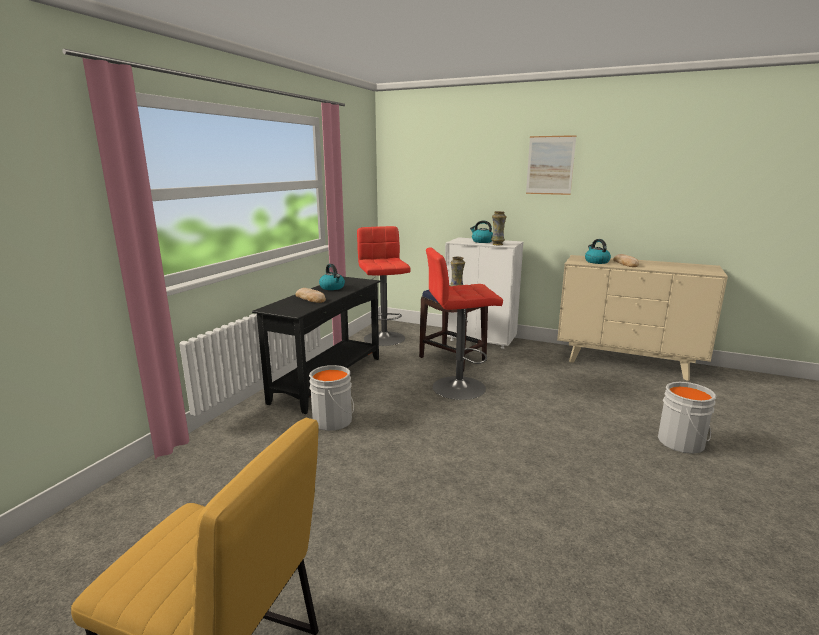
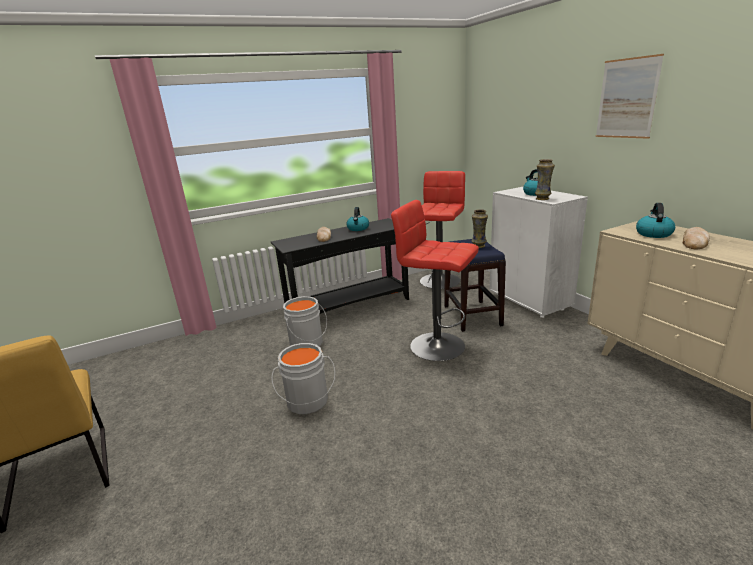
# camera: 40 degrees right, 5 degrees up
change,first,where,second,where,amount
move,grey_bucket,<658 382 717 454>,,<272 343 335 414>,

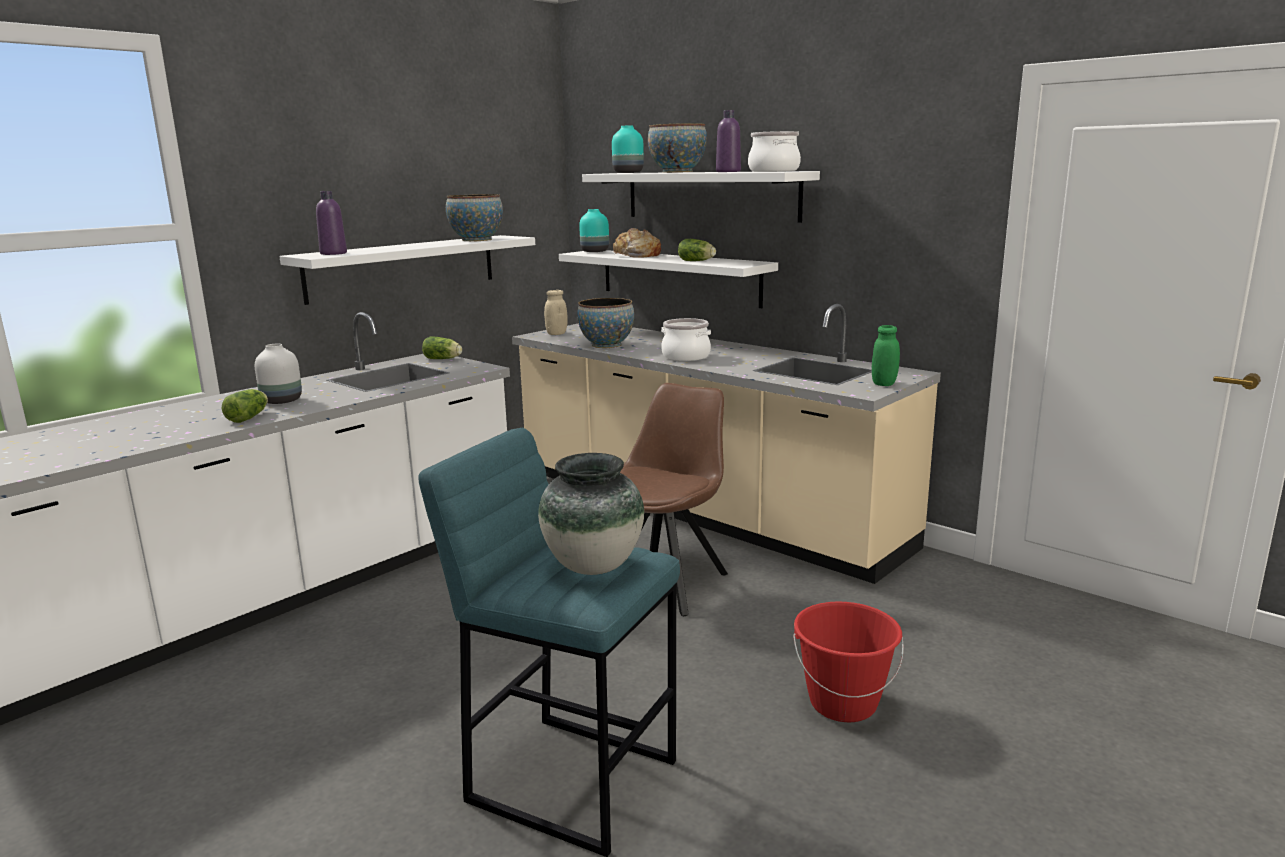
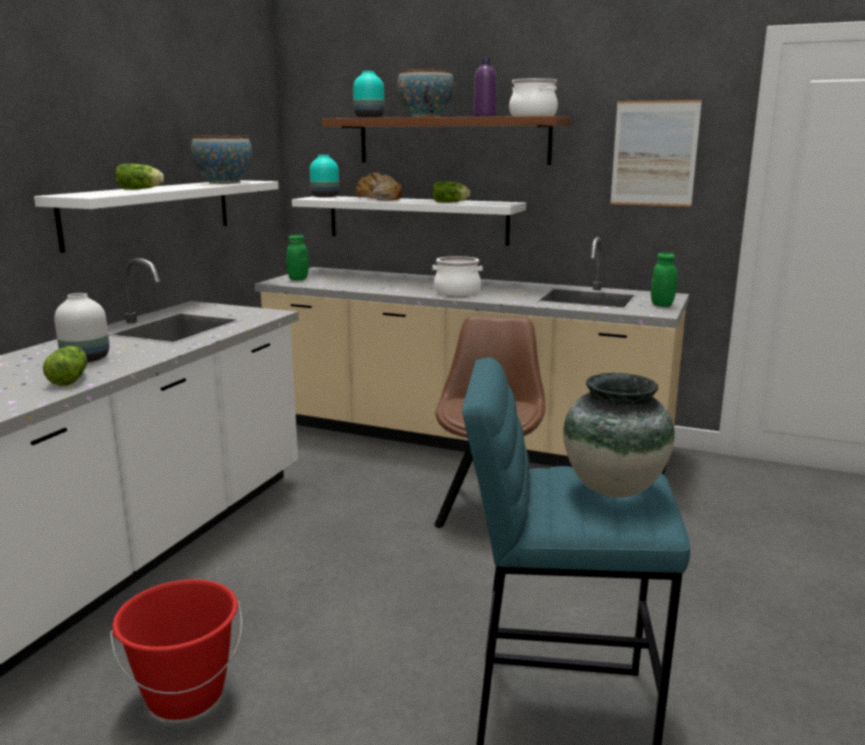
# camera: 20 degrees left, 0 degrees up
change,first,where,second,where,amount
delete,purple_beverage_bottle,<316 191 347 255>,,,
move,lettuce,<422 336 462 359>,,<116 164 164 190>,
recolor,beige-coloured_storage_jar,<544 290 568 335>,green-coloured_storage_jar,<286 235 309 280>,
delete,serving_bowl,<577 298 634 348>,,,
recolor,whitish_shelf,<582 171 820 223>,brown_shelf,<322 116 570 165>,
move,reddish_bucket,<793 602 904 722>,,<110 579 242 720>,
insert,,,wall_art,<610 100 702 207>,

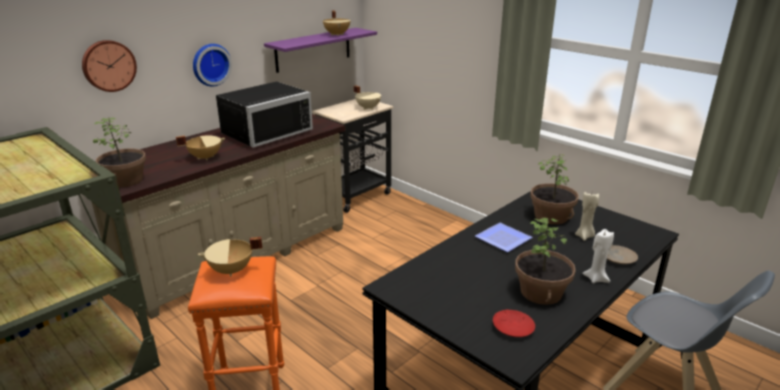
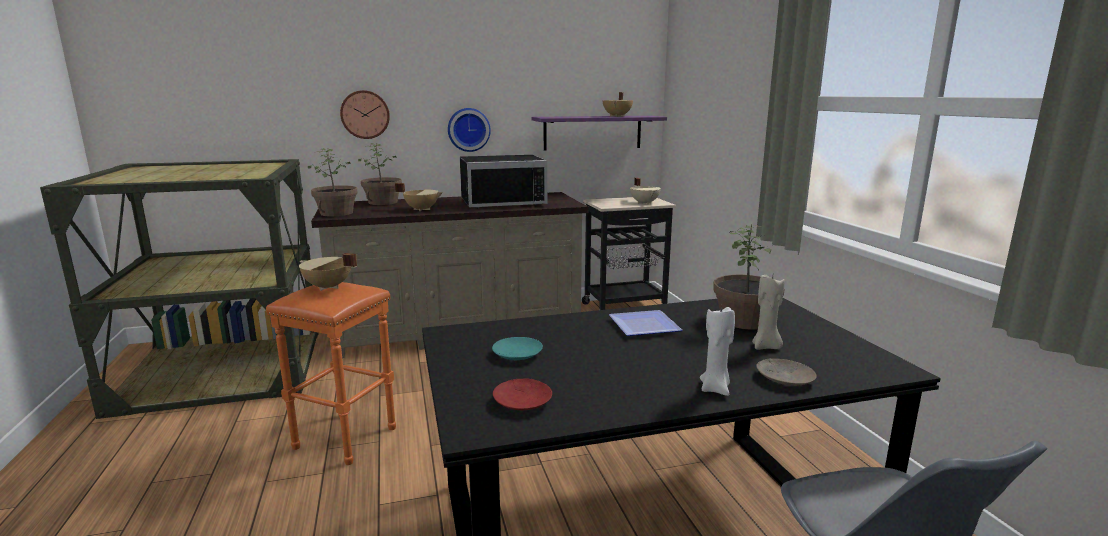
# camera: 30 degrees right, 10 degrees down
change,first,where,second,where,amount
move,houseplant,<515 218 576 305>,,<358 143 402 205>,
insert,,,blue-green_dinner_plate,<492 337 543 361>,

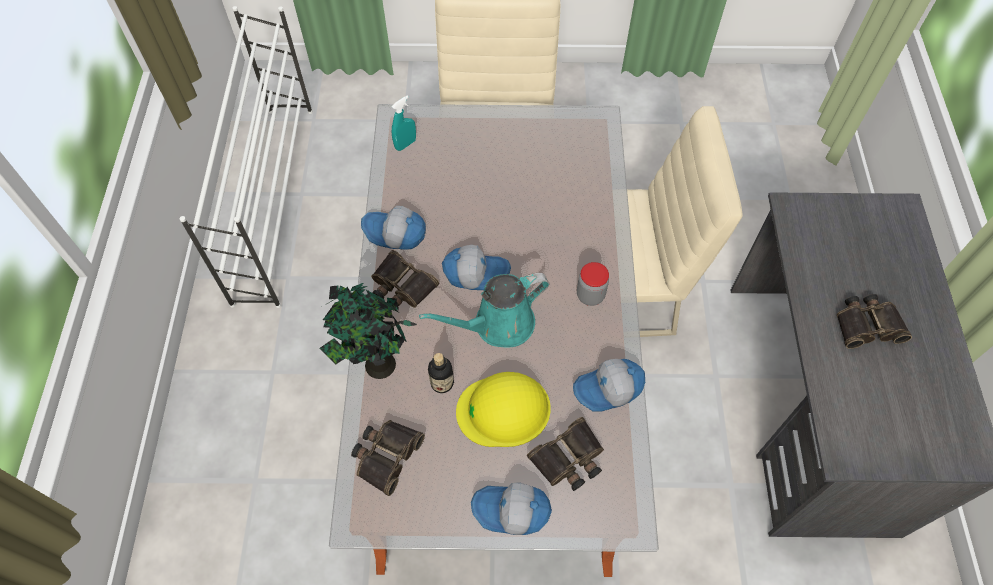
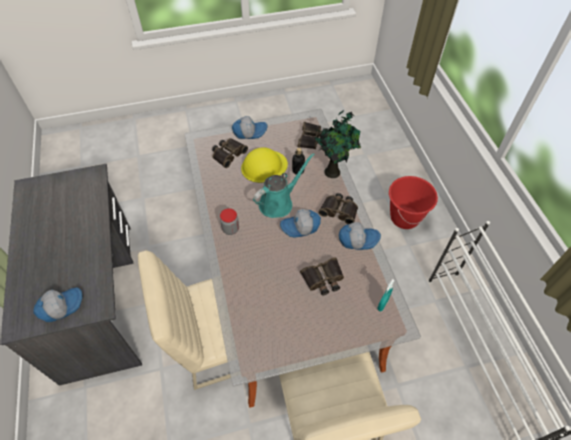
# camera: 165 degrees right, 5 degrees down
change,first,where,second,where,amount
move,baseball_cap,<573 359 645 412>,,<33 287 82 322>,
move,binoculars,<837 294 912 349>,,<300 257 344 296>,
insert,,,reddish_bucket,<389 176 438 229>,

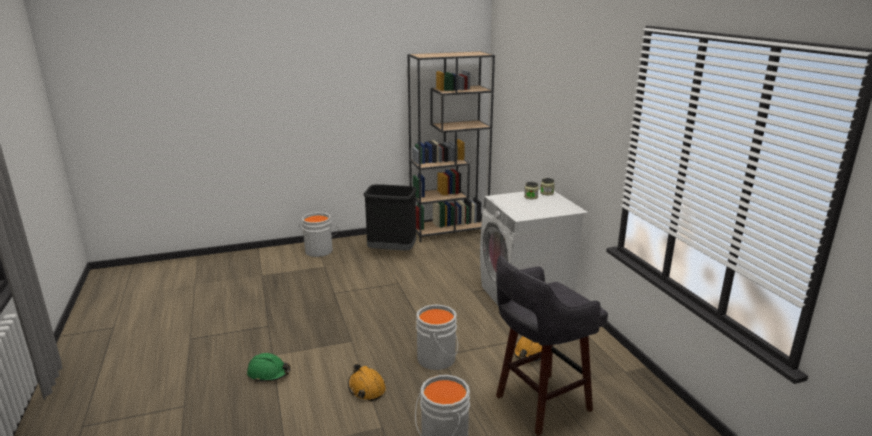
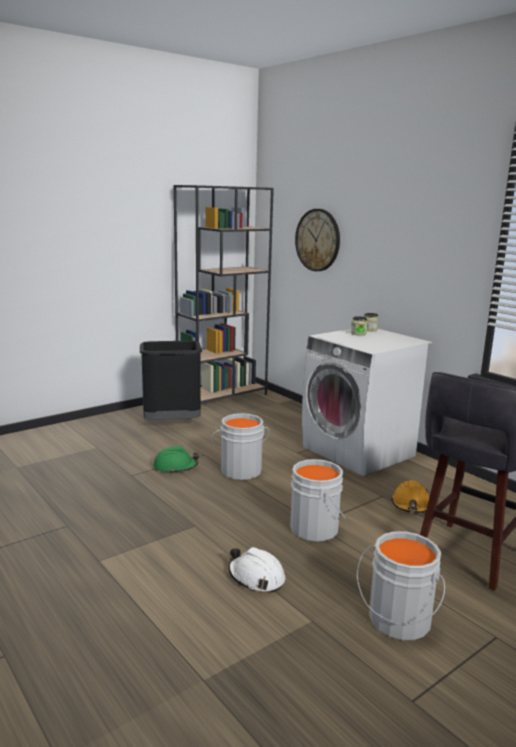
# camera: 20 degrees left, 5 degrees down
change,first,where,second,where,amount
move,green-coloured_hard_hat,<247 353 291 382>,,<153 446 199 474>,
move,grey_bucket,<299 212 339 257>,,<211 413 270 480>,
recolor,orange_hard_hat,<348 364 386 401>,whitish_hard_hat,<228 547 285 592>,
insert,,,hanging_clock,<295 209 340 271>,

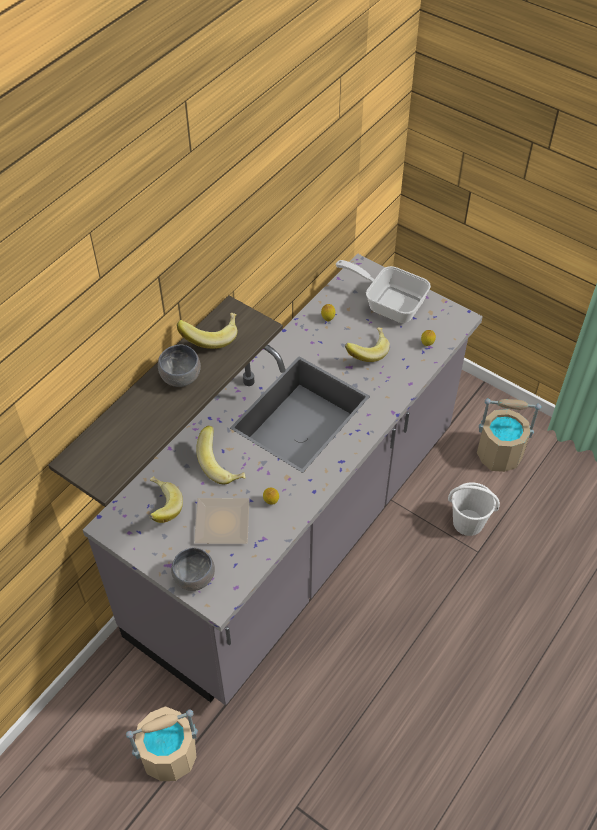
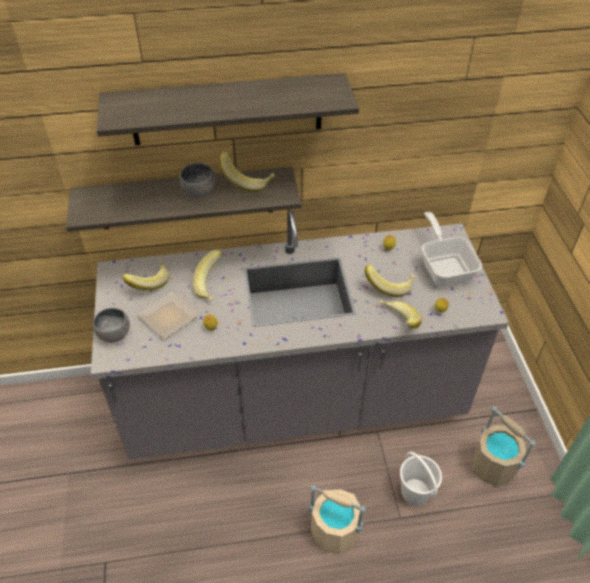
# camera: 45 degrees right, 5 degrees down
change,first,where,second,where,amount
move,beige-coloured_bucket,<126 706 198 781>,,<309 485 366 555>,
insert,,,shelf,<97 73 359 145>,
insert,,,banana,<380 300 422 329>,

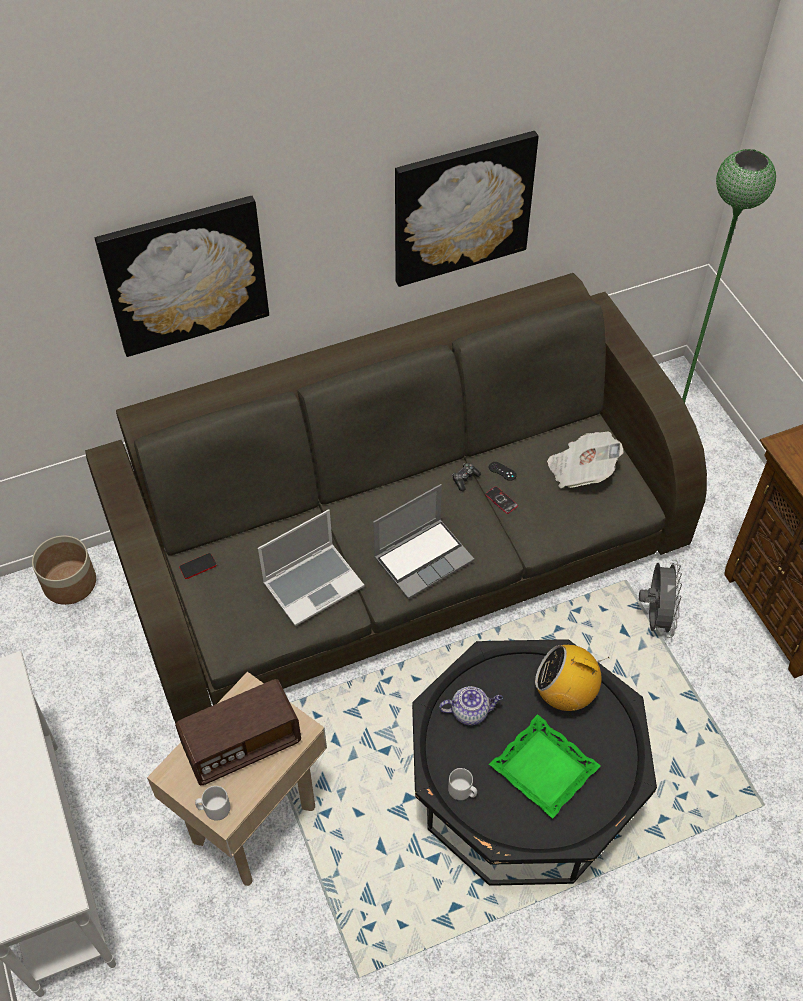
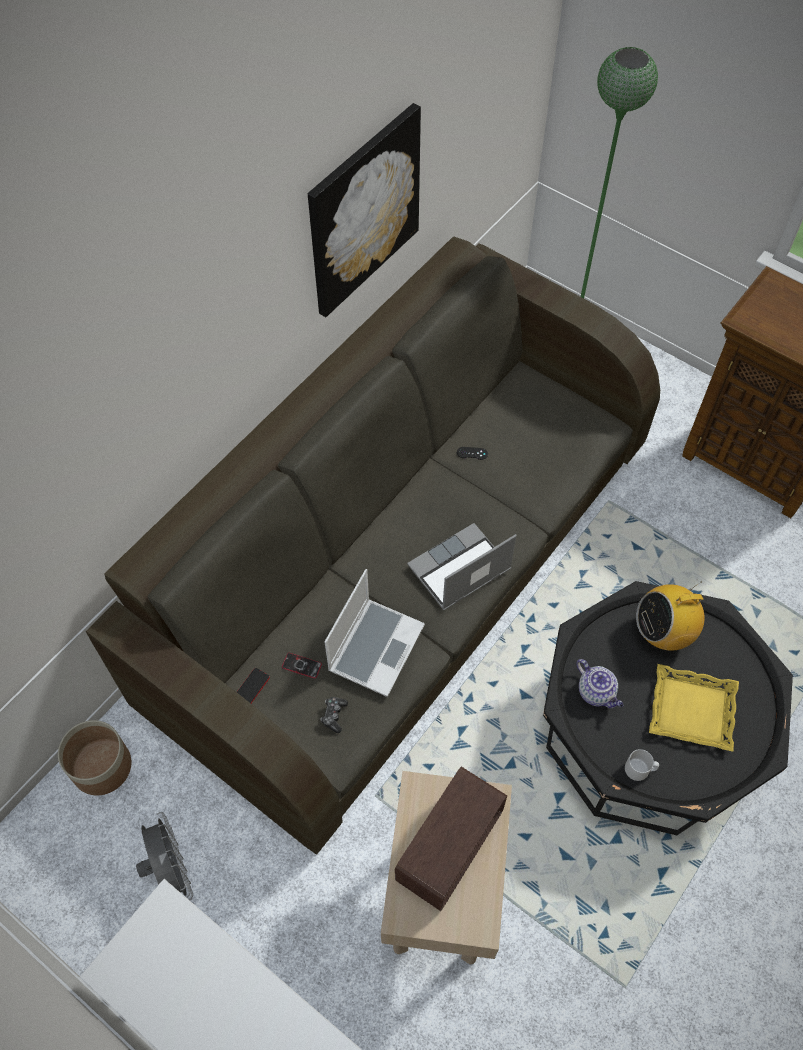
# camera: 30 degrees left, 5 degrees up
change,first,where,second,where,amount
delete,wall_art,<95 196 269 357>,,,
delete,grey_tea_mug,<195 786 230 821>,,,
rotate,portable_computer,<373 484 474 599>,,<407 523 516 610>,150 degrees counterclockwise
rotate,pot_for_tea,<439 686 503 726>,,<576 659 623 708>,90 degrees clockwise
move,game_controller,<452 463 481 491>,,<321 697 348 733>,
move,handset,<485 486 518 514>,,<282 653 322 679>,
recolor,green-coloured_tray,<489 714 601 819>,yellow_tray,<649 664 739 752>,
delete,printed_paper,<547 431 623 488>,,,
move,grey_electric_fan,<639 559 682 638>,,<136 812 193 900>,

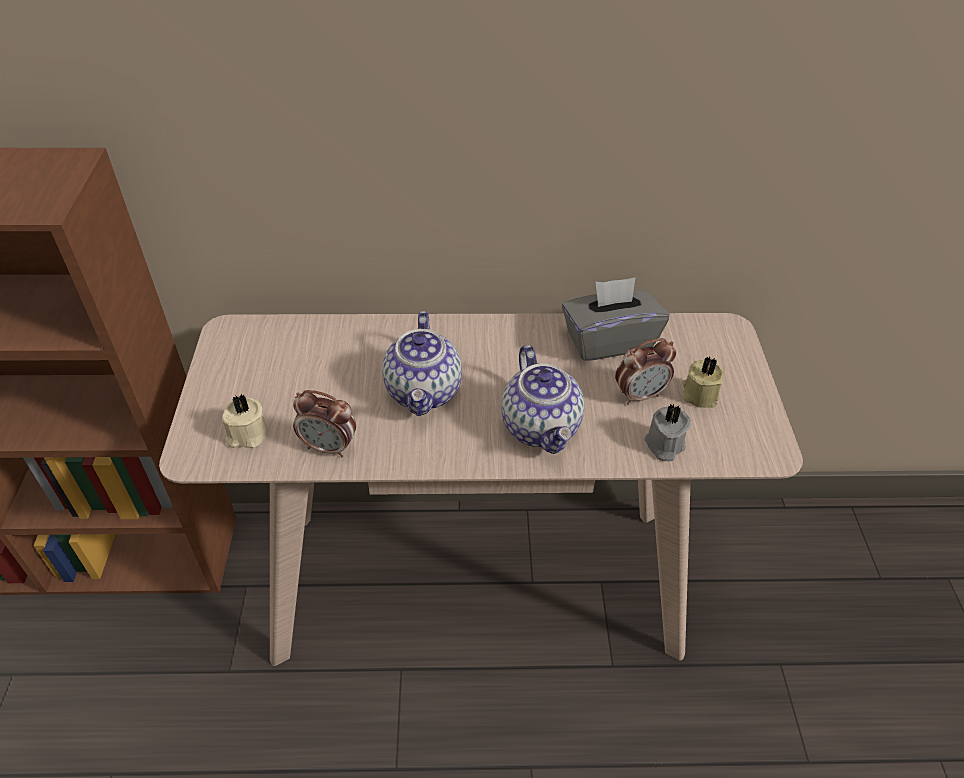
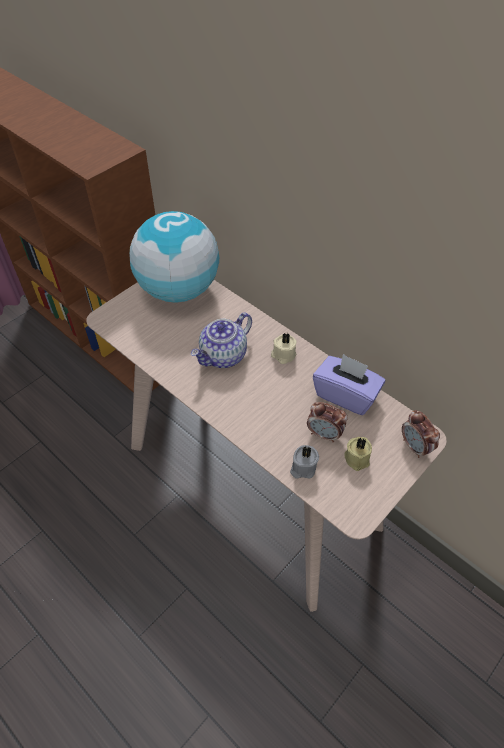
# camera: 45 degrees right, 5 degrees up
change,first,where,second,where,amount
move,beige-coloured_wax_light,<222 394 267 448>,,<271 333 297 364>,
move,table_clock,<293 390 356 457>,,<402 410 440 458>,
delete,pot_for_tea,<501 345 584 454>,,,
recolor,grey_tissue_box,<562 277 669 361>,purple_tissue_box,<313 354 385 415>,
insert,,,globe,<129 211 219 303>,

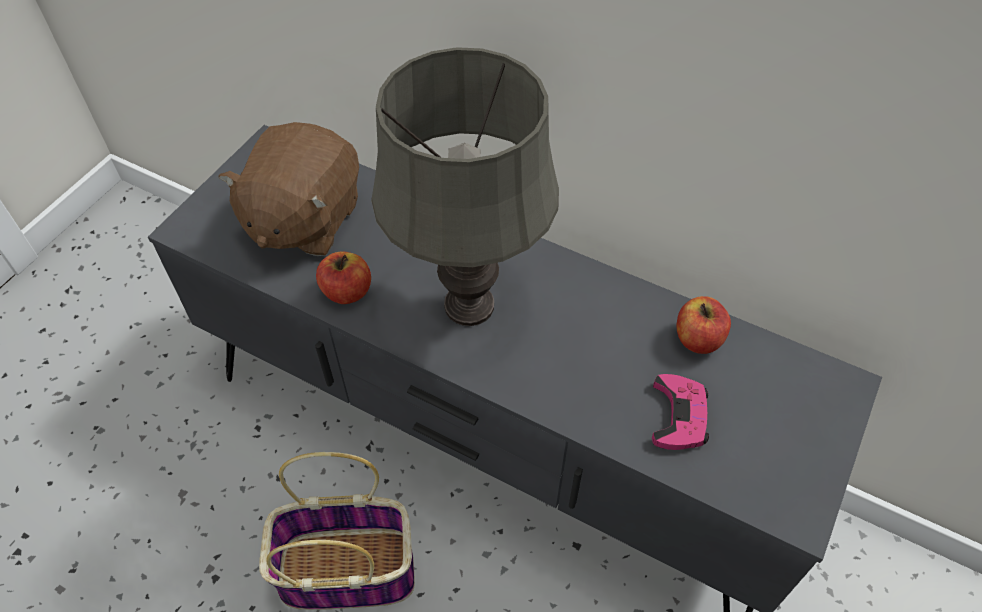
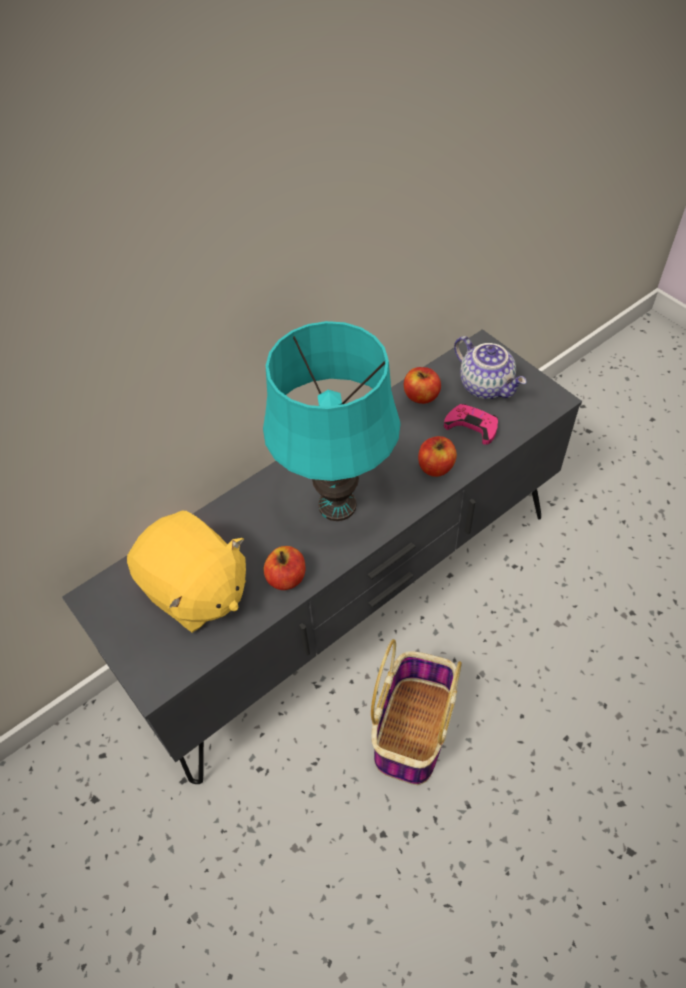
# camera: 65 degrees left, 0 degrees up
change,first,where,second,where,amount
recolor,brown_soft_toy,<218 122 359 256>,yellow_soft_toy,<127 511 246 633>,
recolor,grey_tabletop_lamp,<371 47 559 326>,blue-green_tabletop_lamp,<263 321 401 521>,
insert,,,whole_apple,<418 436 457 477>,
insert,,,pot_for_tea,<454 336 527 399>,

